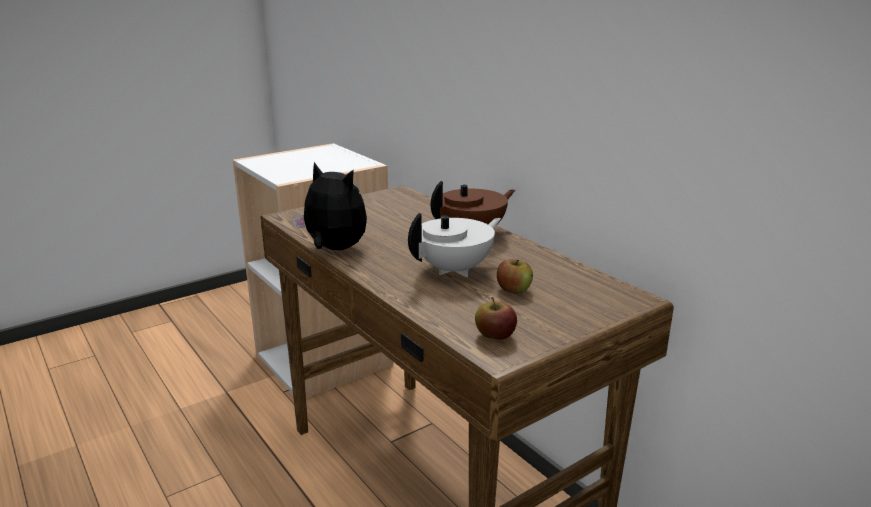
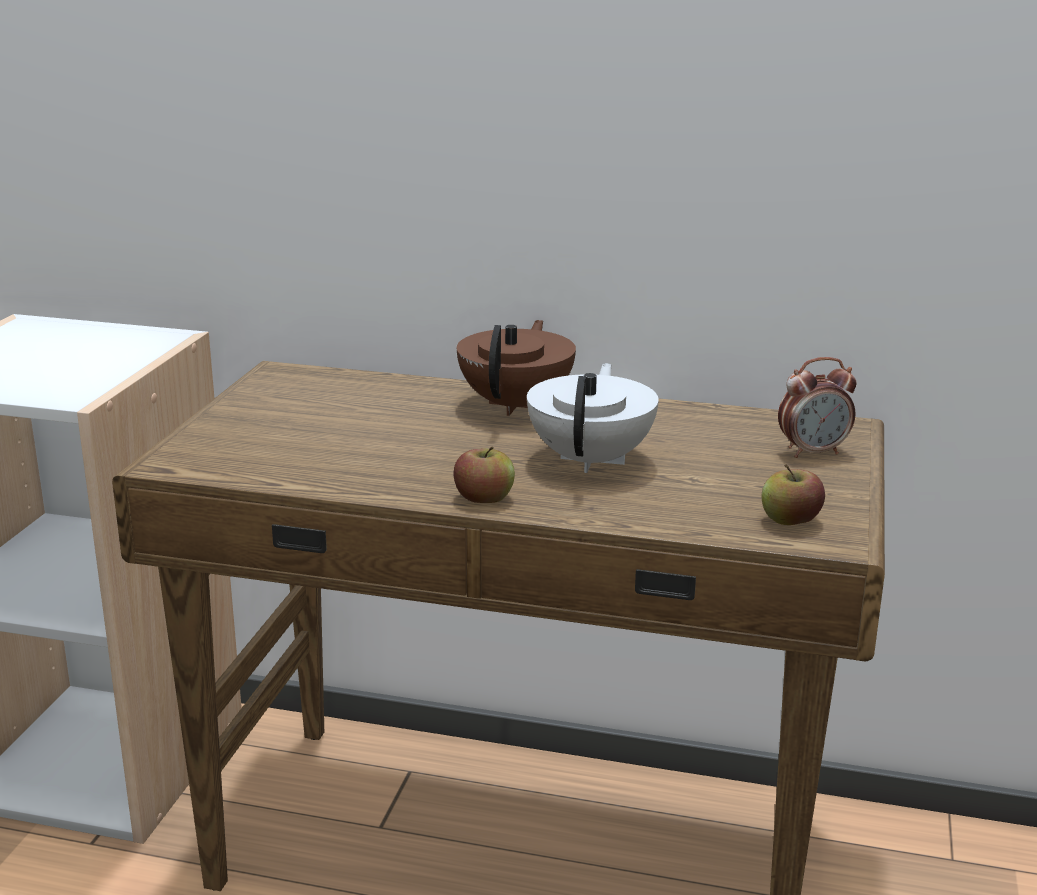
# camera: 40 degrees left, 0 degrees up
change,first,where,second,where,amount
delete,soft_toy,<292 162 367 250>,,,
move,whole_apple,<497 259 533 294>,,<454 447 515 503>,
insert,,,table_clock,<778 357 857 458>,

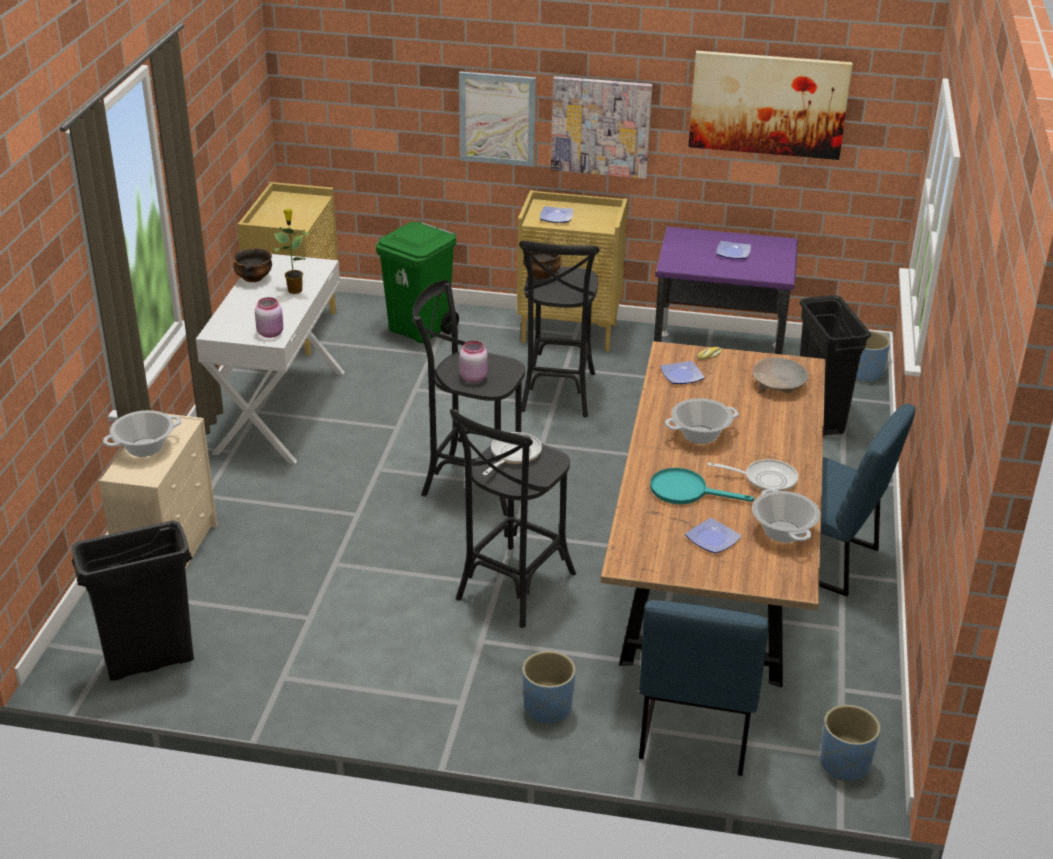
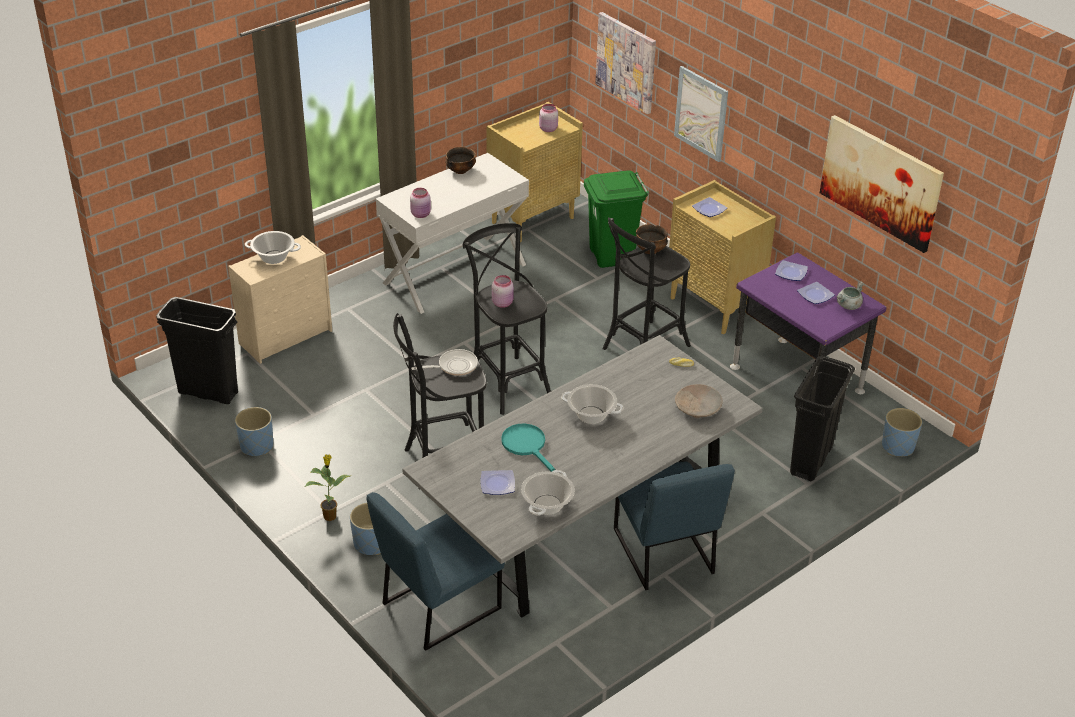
# camera: 40 degrees right, 5 degrees up
change,first,where,second,where,amount
move,houseplant,<274 209 309 294>,,<304 455 352 521>,
move,wall_art,<551 76 652 179>,,<595 12 656 114>,
recolor,brown_dining_table,<601 341 826 687>,grey_dining_table,<402 335 763 618>,
move,dinner_plate,<660 361 705 384>,,<775 260 808 281>,
delete,frying_pan,<708 459 798 491>,,,
move,blue-coloured_flower_pot,<820 705 880 782>,,<235 407 273 456>,
insert,,,pink_storage_jar,<539 104 558 132>,
insert,,,grey_saucepot,<836 282 864 310>,

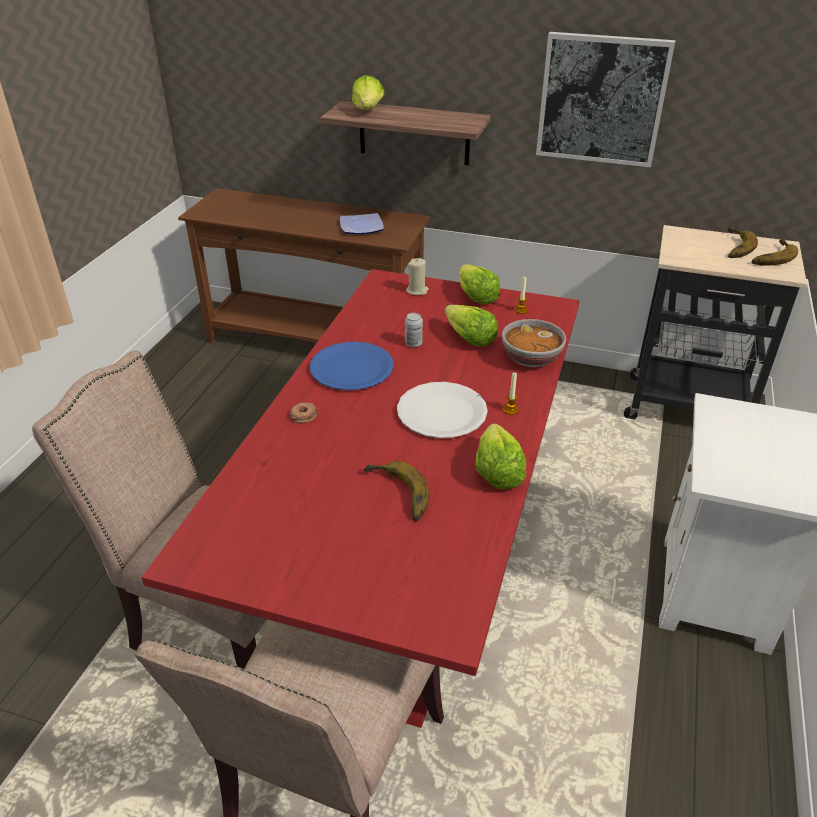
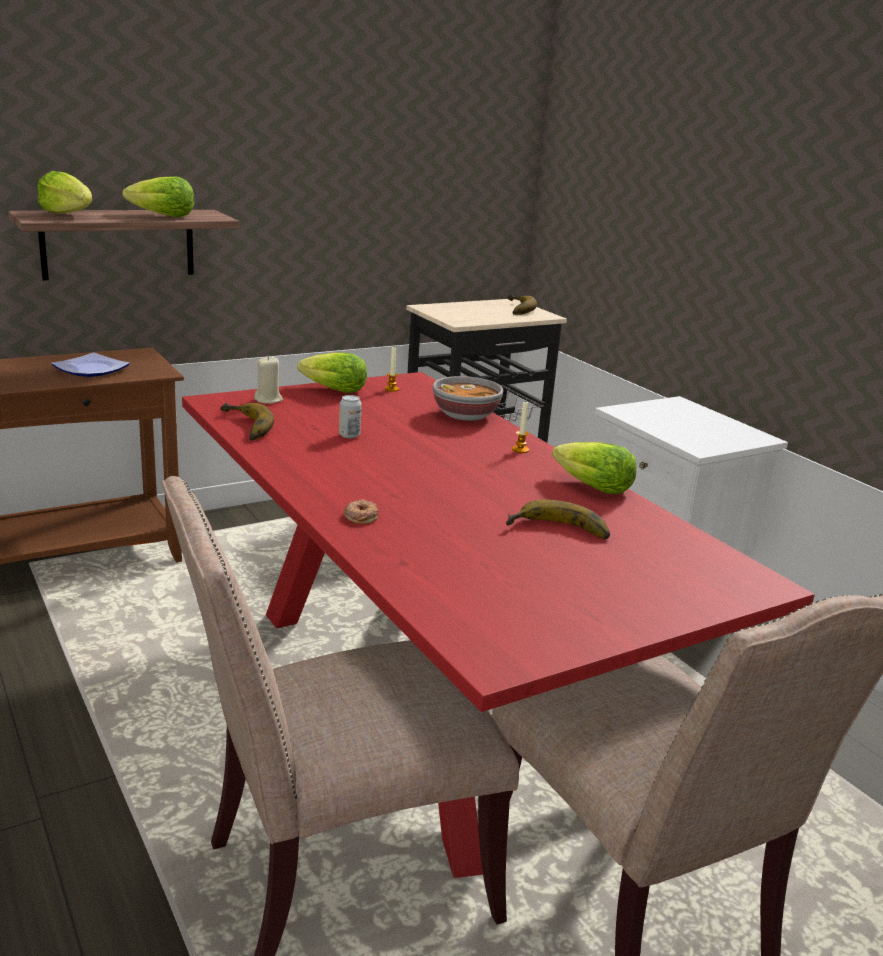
# camera: 50 degrees left, 15 degrees down
change,first,where,second,where,amount
delete,blue-coloured_dinner_plate,<310 342 394 390>,,,
delete,whitish_dinner_plate,<397 382 488 438>,,,
move,lettuce,<444 305 498 347>,,<123 176 194 217>,
delete,wall_art,<536 32 676 167>,,,
move,banana,<727 227 758 258>,,<220 403 274 440>,

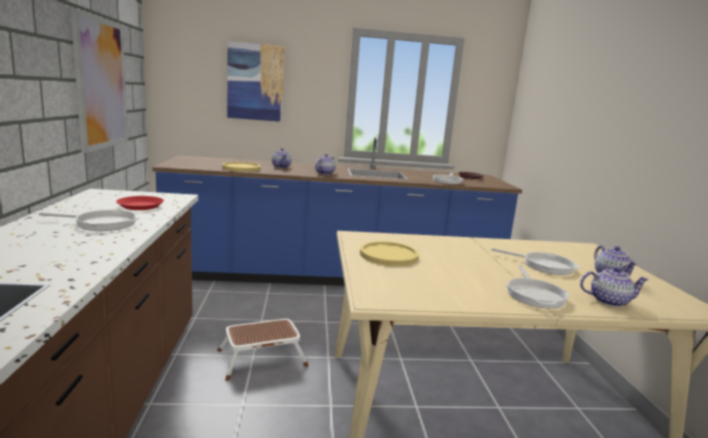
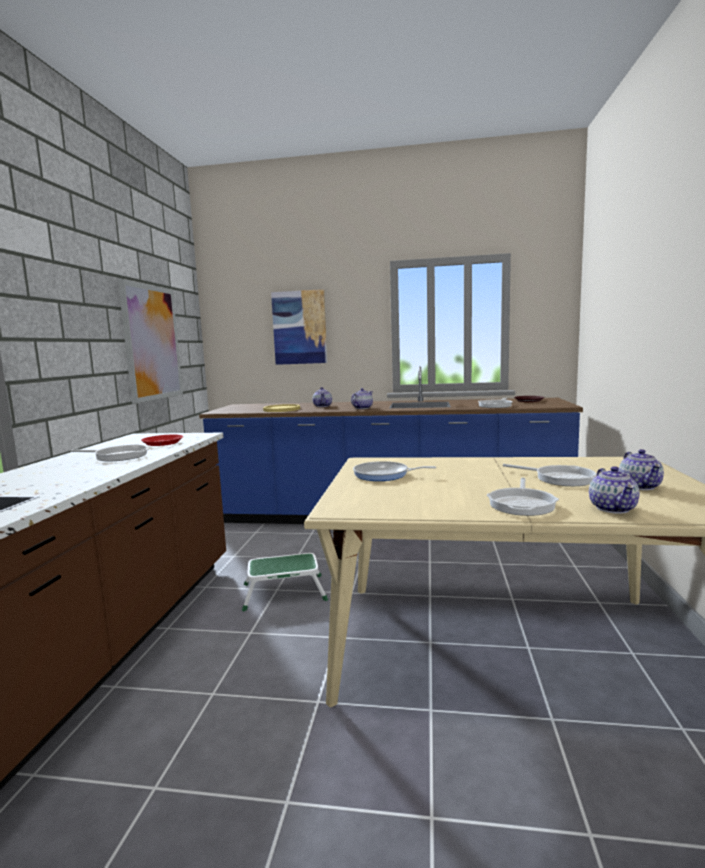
# camera: 15 degrees right, 5 degrees down
change,first,where,second,where,amount
recolor,brown_step_ladder,<217 319 309 381>,green-coloured_step_ladder,<242 553 328 611>,
replace,yellow_dinner_plate,<360 241 419 266>,frying_pan,<353 461 436 481>,
rotate,pot_for_tea,<580 266 649 307>,,<589 466 639 514>,75 degrees clockwise

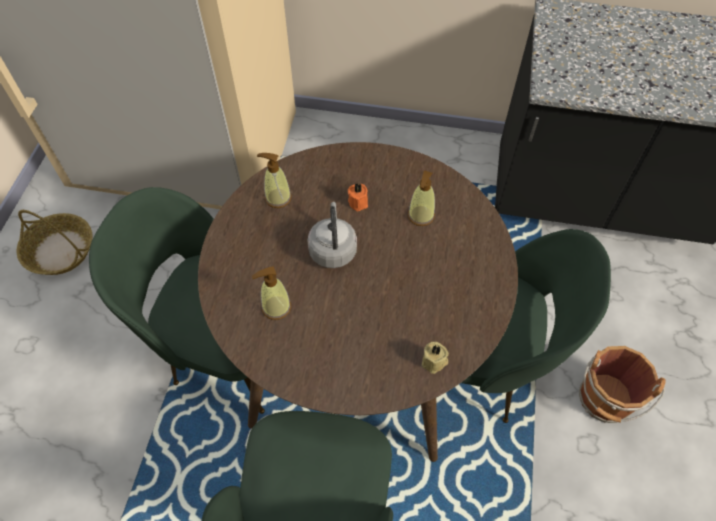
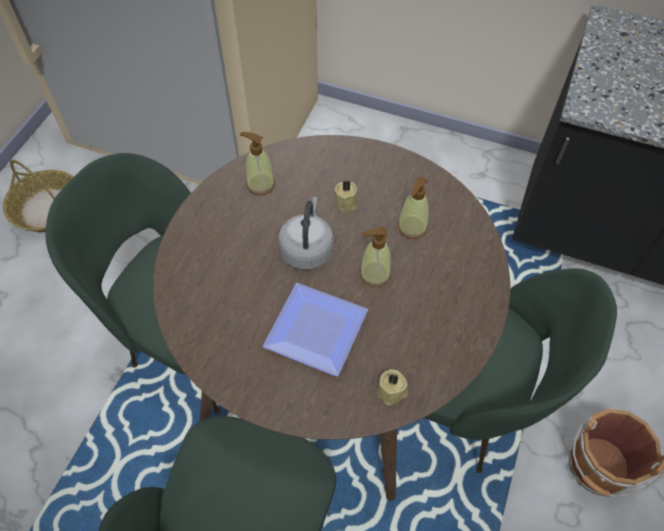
# camera: 10 degrees right, 0 degrees up
change,first,where,second,where,amount
move,soap_bottle,<252 266 291 320>,,<359 227 391 287>,
recolor,orange_wax_light,<348 183 368 211>,beige-coloured_wax_light,<335 180 357 212>,
insert,,,dinner_plate,<263 283 368 377>,

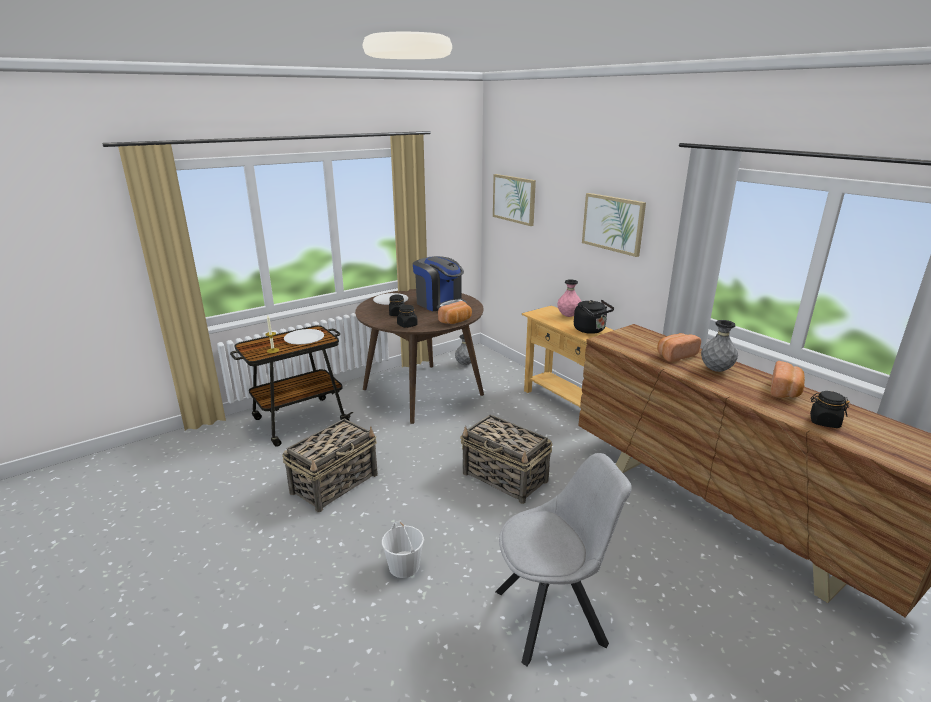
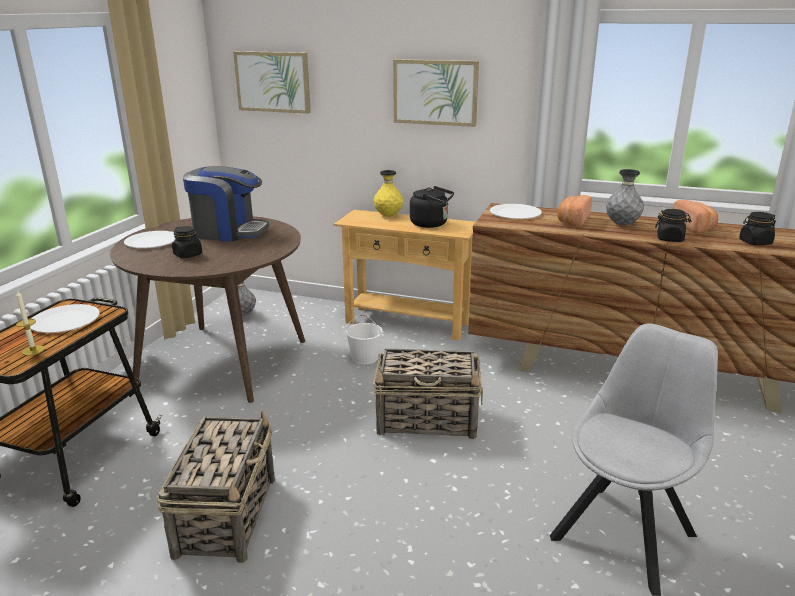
# camera: 35 degrees left, 0 degrees up
change,first,where,second,where,amount
move,whitish_bucket,<382 522 424 578>,,<346 314 383 364>,
move,blackish_storage_jar,<397 305 418 328>,,<655 209 691 242>,
delete,bakery_bread,<438 301 472 324>,,,
recolor,pink_flower_vase,<557 279 581 317>,yellow_flower_vase,<374 170 403 217>,
insert,,,whitish_dinner_plate,<490 204 542 219>,

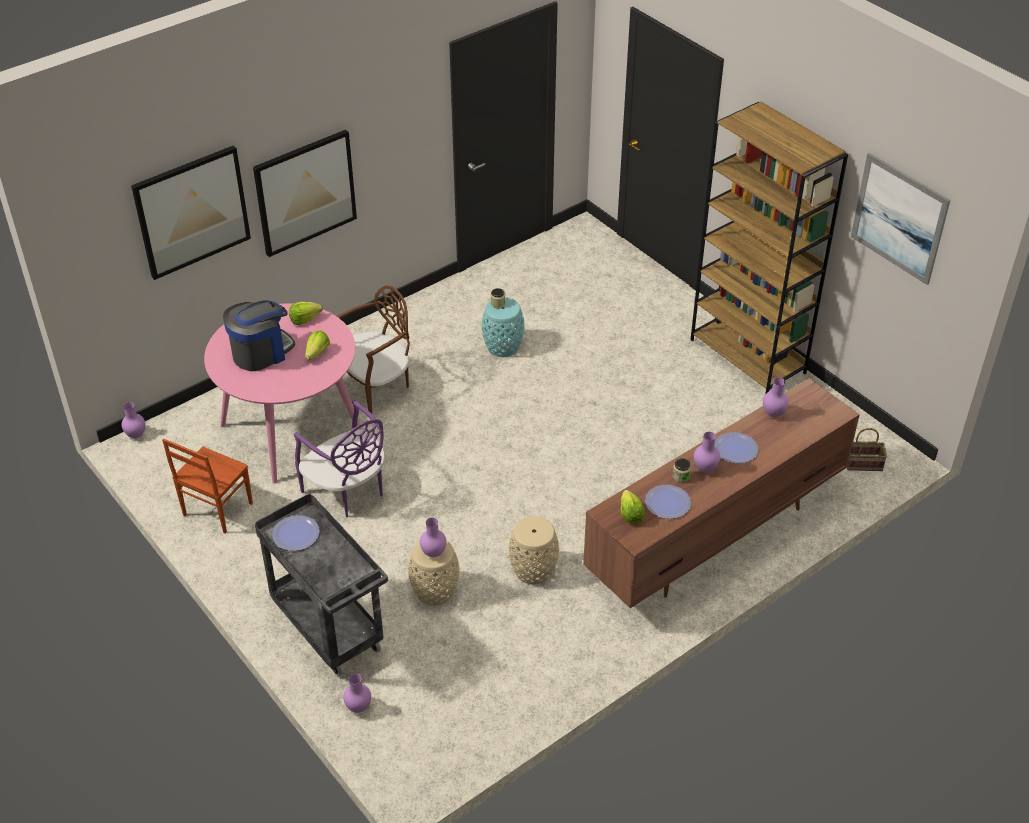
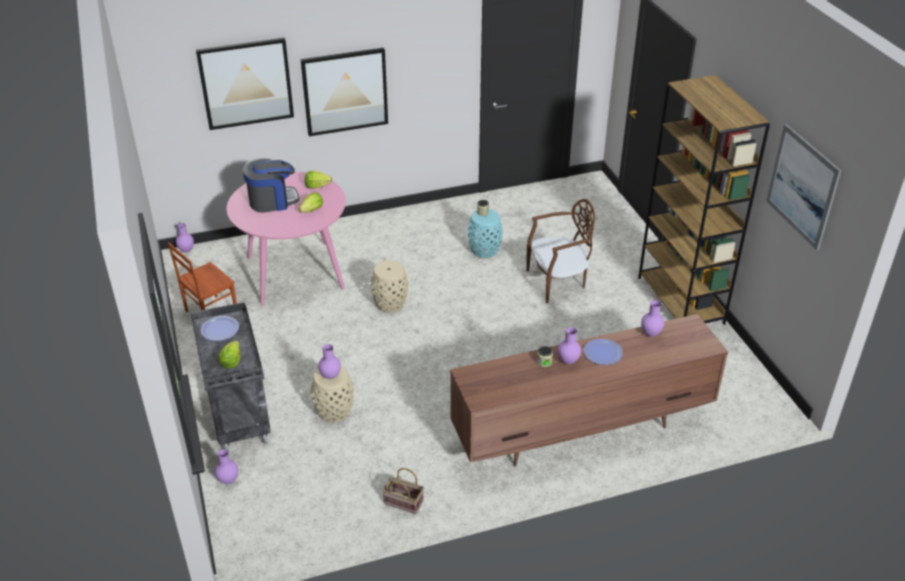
# camera: 20 degrees right, 5 degrees down
change,first,where,second,where,amount
delete,purple_upright_chair,<294 399 385 518>,,,
move,brown_upright_chair,<337 285 410 413>,,<526 199 595 303>,
move,beige-coloured_stool_seat,<509 516 559 584>,,<371 260 409 313>,
move,lettuce,<621 490 645 524>,,<218 341 240 369>,
delete,dinner_plate,<645 485 691 519>,,,
move,household_basket,<847 428 887 471>,,<383 468 424 514>,

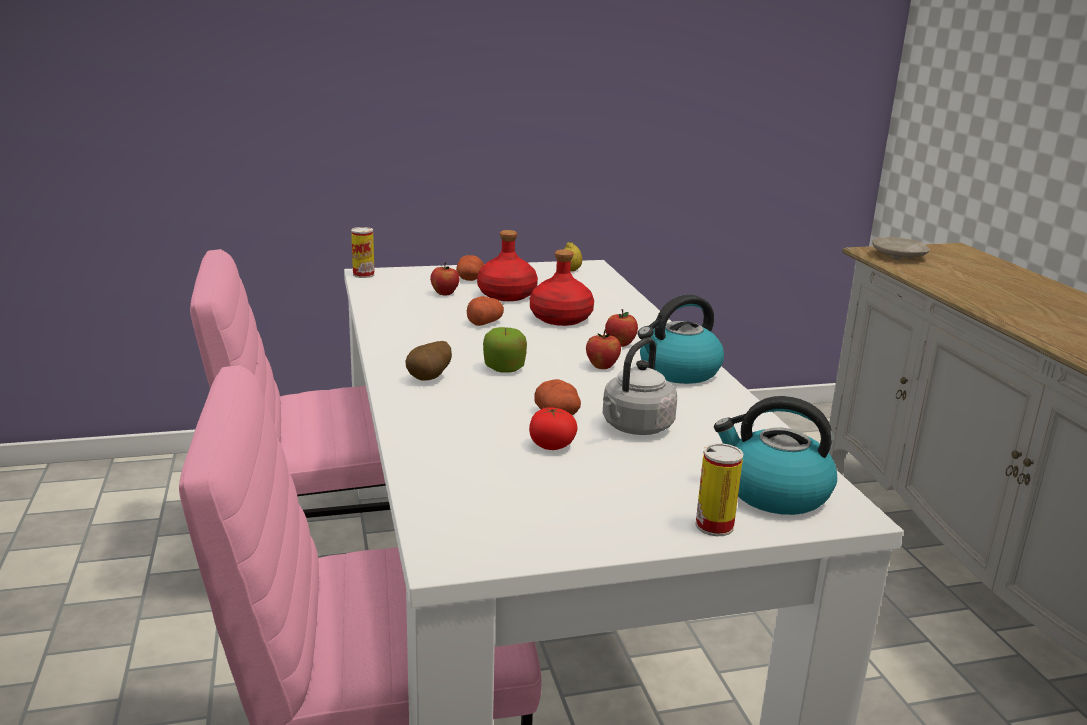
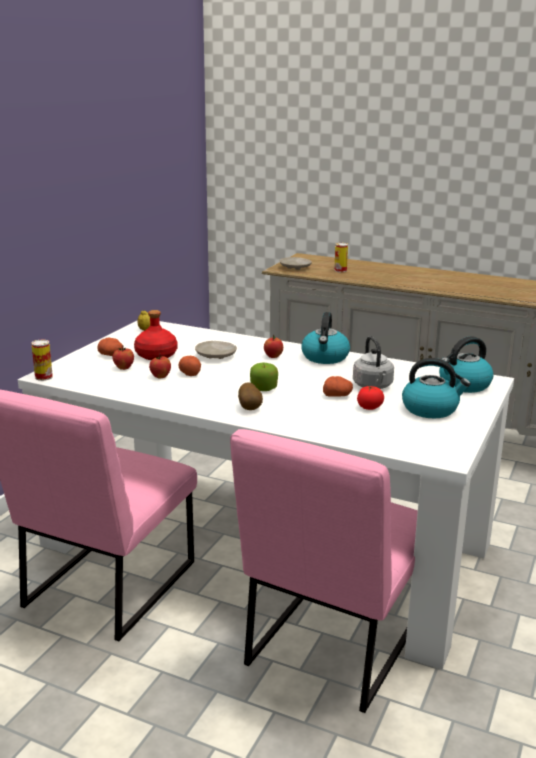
# camera: 50 degrees left, 0 degrees up
change,first,where,second,where,amount
replace,reddish_beverage_bottle,<530 249 594 326>,beige-coloured_dinner_plate,<195 341 237 359>,
move,whole_apple,<586 329 621 369>,,<149 354 171 378>,
move,can,<695 443 744 536>,,<334 243 348 273>,
insert,,,kettle,<402 358 471 418>,

